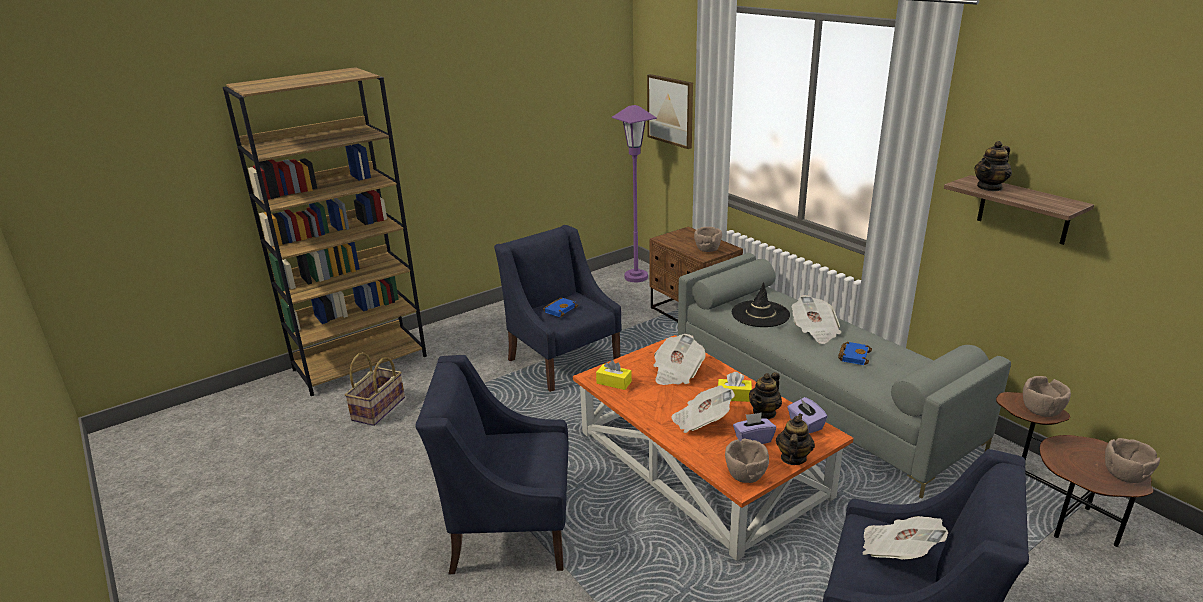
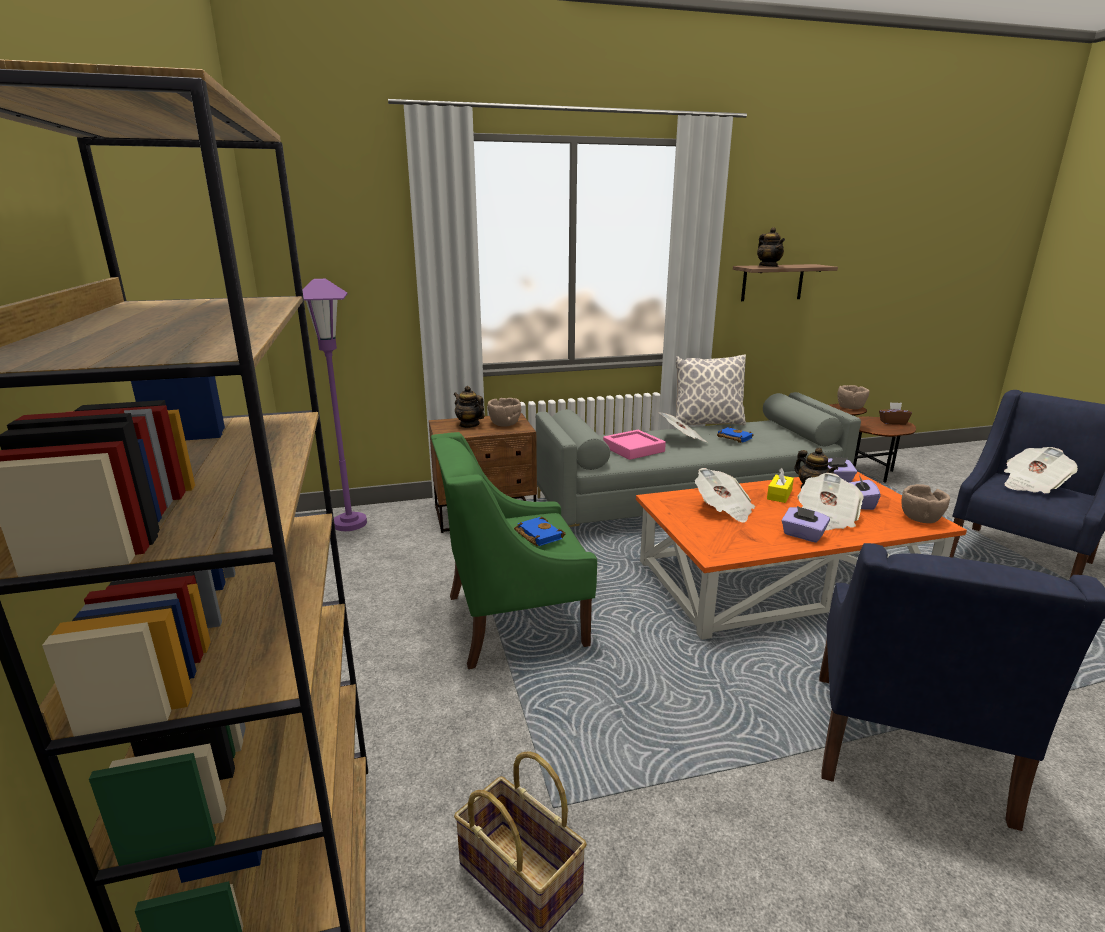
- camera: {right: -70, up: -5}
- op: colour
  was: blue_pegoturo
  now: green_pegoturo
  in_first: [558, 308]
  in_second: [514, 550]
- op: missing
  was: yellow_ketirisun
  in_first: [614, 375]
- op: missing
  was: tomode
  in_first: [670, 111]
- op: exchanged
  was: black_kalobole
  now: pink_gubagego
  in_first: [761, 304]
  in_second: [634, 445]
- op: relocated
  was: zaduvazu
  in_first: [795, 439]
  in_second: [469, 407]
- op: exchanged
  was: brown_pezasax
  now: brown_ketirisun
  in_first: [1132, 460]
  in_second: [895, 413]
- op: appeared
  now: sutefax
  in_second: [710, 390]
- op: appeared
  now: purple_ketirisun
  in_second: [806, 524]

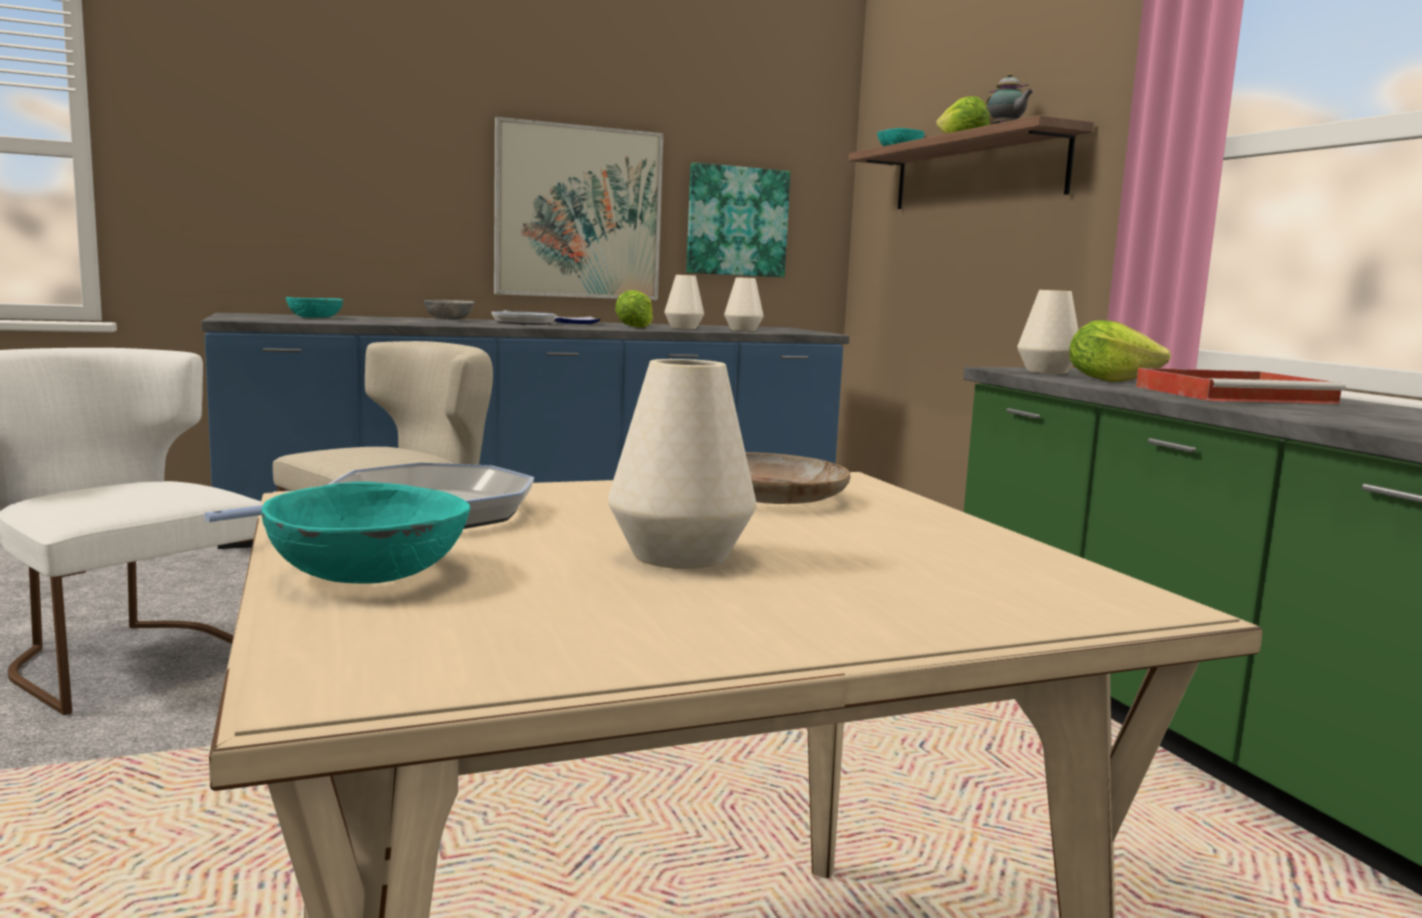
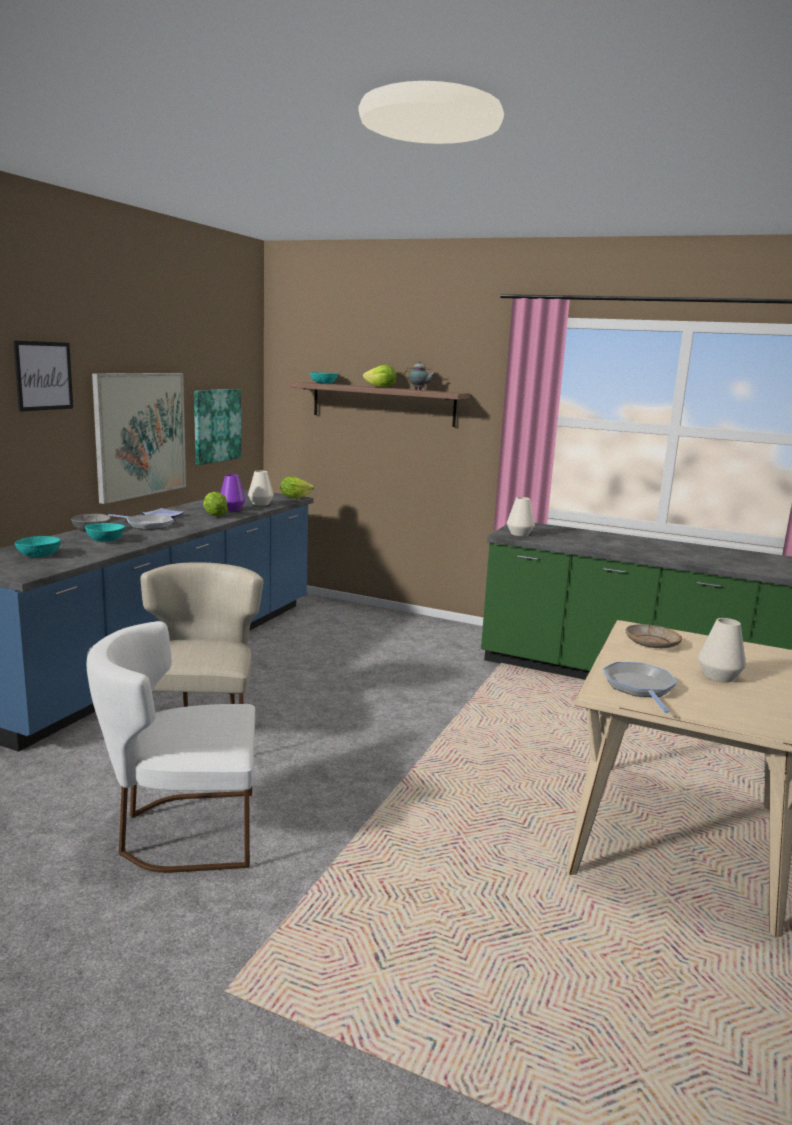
- camera: {right: -45, up: 5}
- op: relocated
  was: turquoise_pezasax
  in_first: [365, 532]
  in_second: [105, 532]
- op: colour
  was: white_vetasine
  now: purple_vetasine
  in_first: [684, 302]
  in_second: [233, 492]
- op: relocated
  was: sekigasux
  in_first: [1120, 351]
  in_second: [297, 487]
- op: missing
  was: red_gubagego
  in_first: [1241, 386]
- op: appeared
  now: tomode
  in_second: [43, 376]

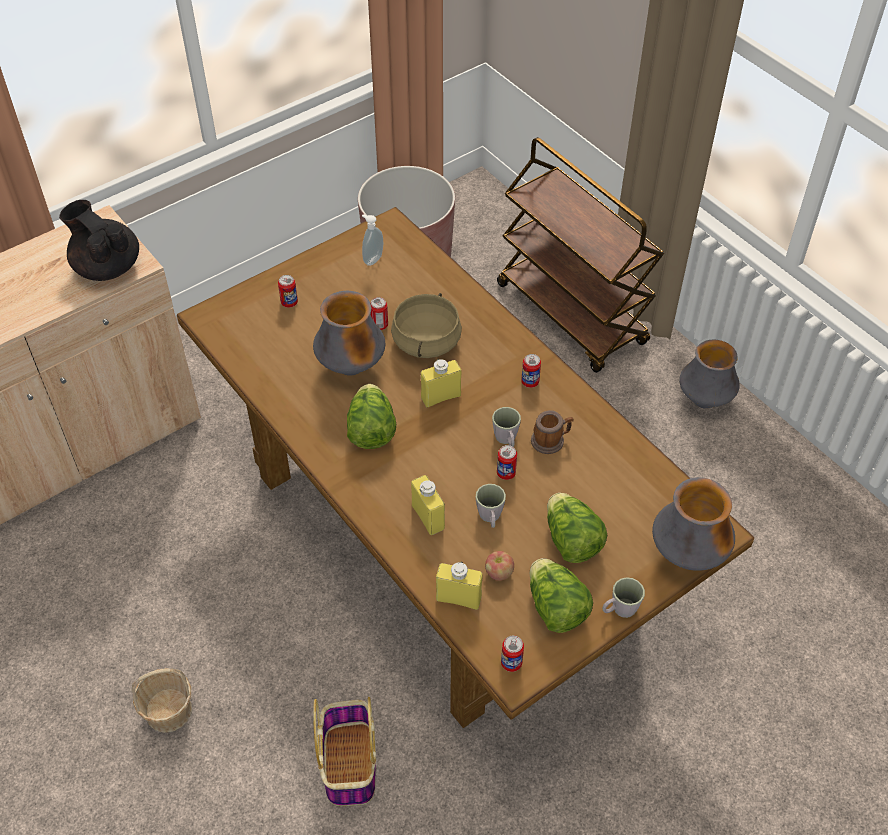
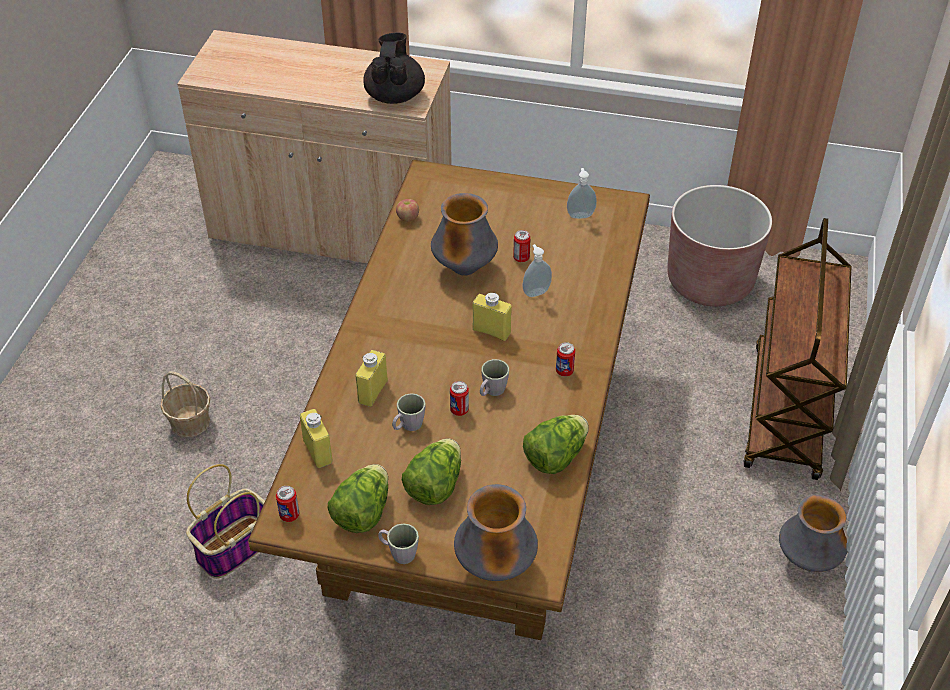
- camera: {right: 50, up: -5}
- op: missing
  was: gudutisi
  in_first: [288, 291]
- op: relocated
  was: sekigasux
  in_first: [371, 416]
  in_second: [556, 444]
- op: exchanged
  was: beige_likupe
  now: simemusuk
  in_first: [426, 325]
  in_second: [537, 270]
- op: relocated
  was: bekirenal
  in_first: [499, 566]
  in_second: [407, 210]
- op: missing
  was: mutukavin
  in_first: [552, 432]

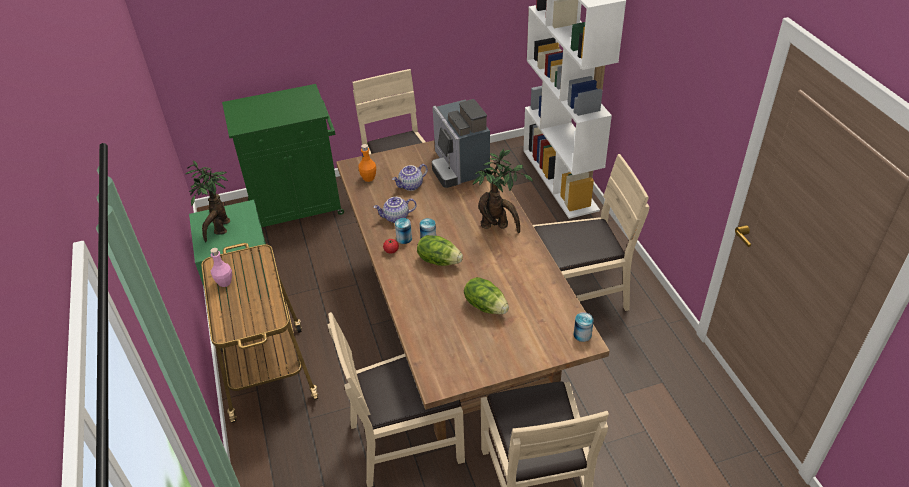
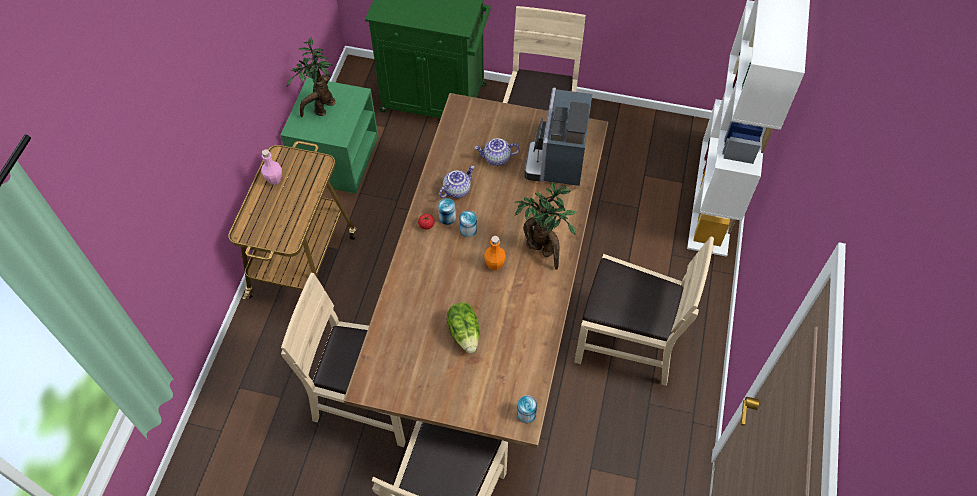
- camera: {right: 30, up: 15}
- op: relocated
  was: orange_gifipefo
  in_first: [367, 163]
  in_second: [495, 253]
- op: spun
  was: zaduvazu
  in_first: [395, 210]
  in_second: [457, 182]
  clockwise: 120
- op: missing
  was: sekigasux
  in_first: [440, 250]

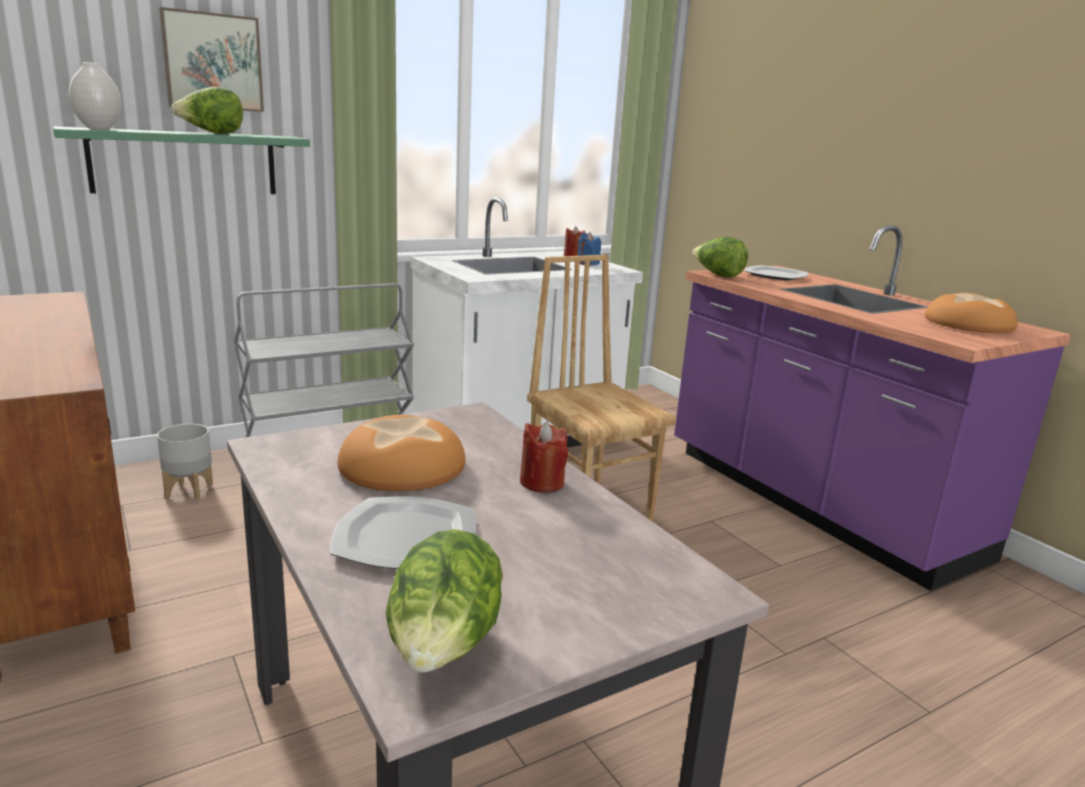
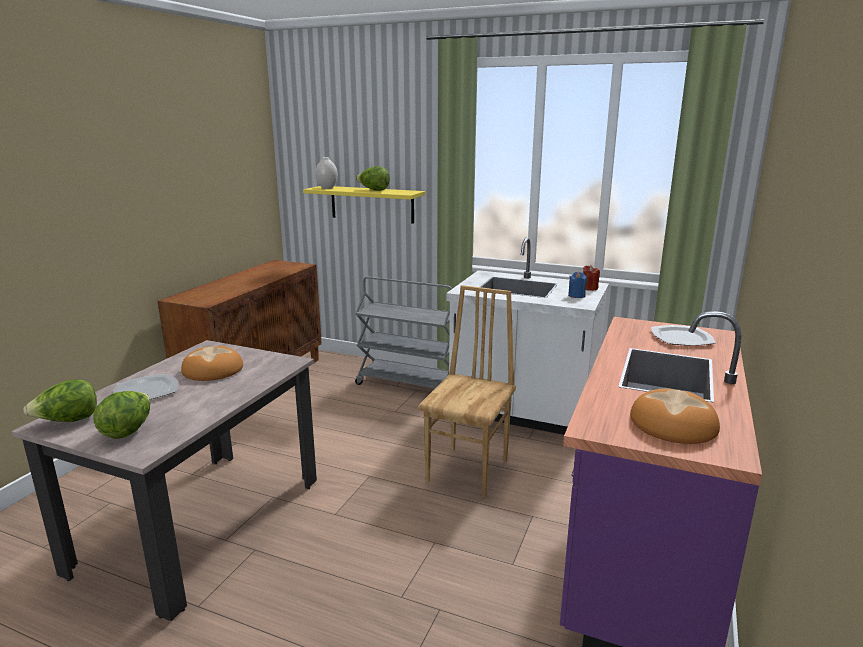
- camera: {right: 55, up: 0}
- op: colour
  was: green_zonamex
  now: yellow_zonamex
  in_first: [181, 160]
  in_second: [364, 205]
- op: missing
  was: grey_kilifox
  in_first: [185, 462]
- op: missing
  was: tomode
  in_first: [211, 59]
- op: missing
  was: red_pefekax
  in_first: [544, 457]
- op: relocated
  was: sekigasux
  in_first: [720, 257]
  in_second: [122, 415]

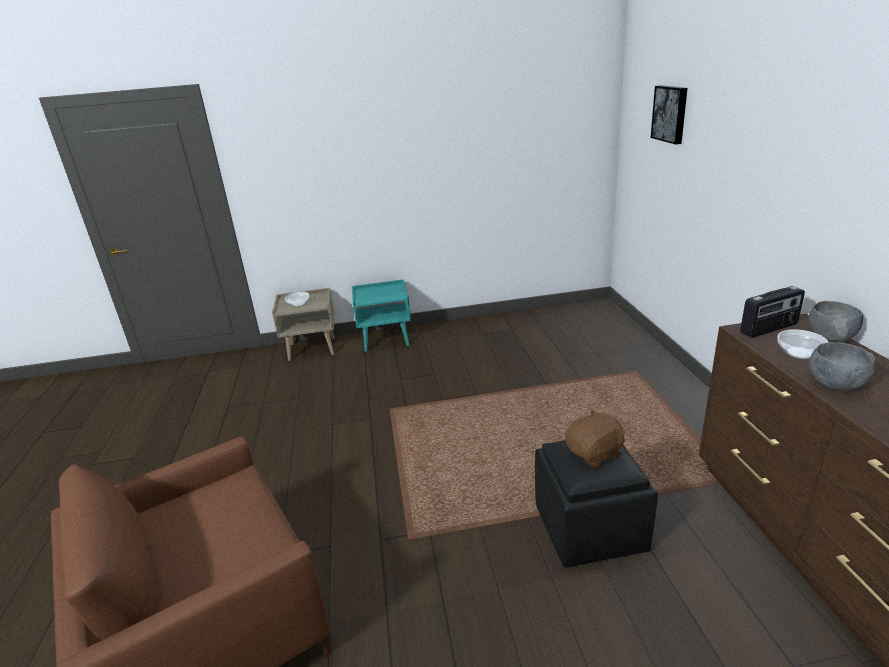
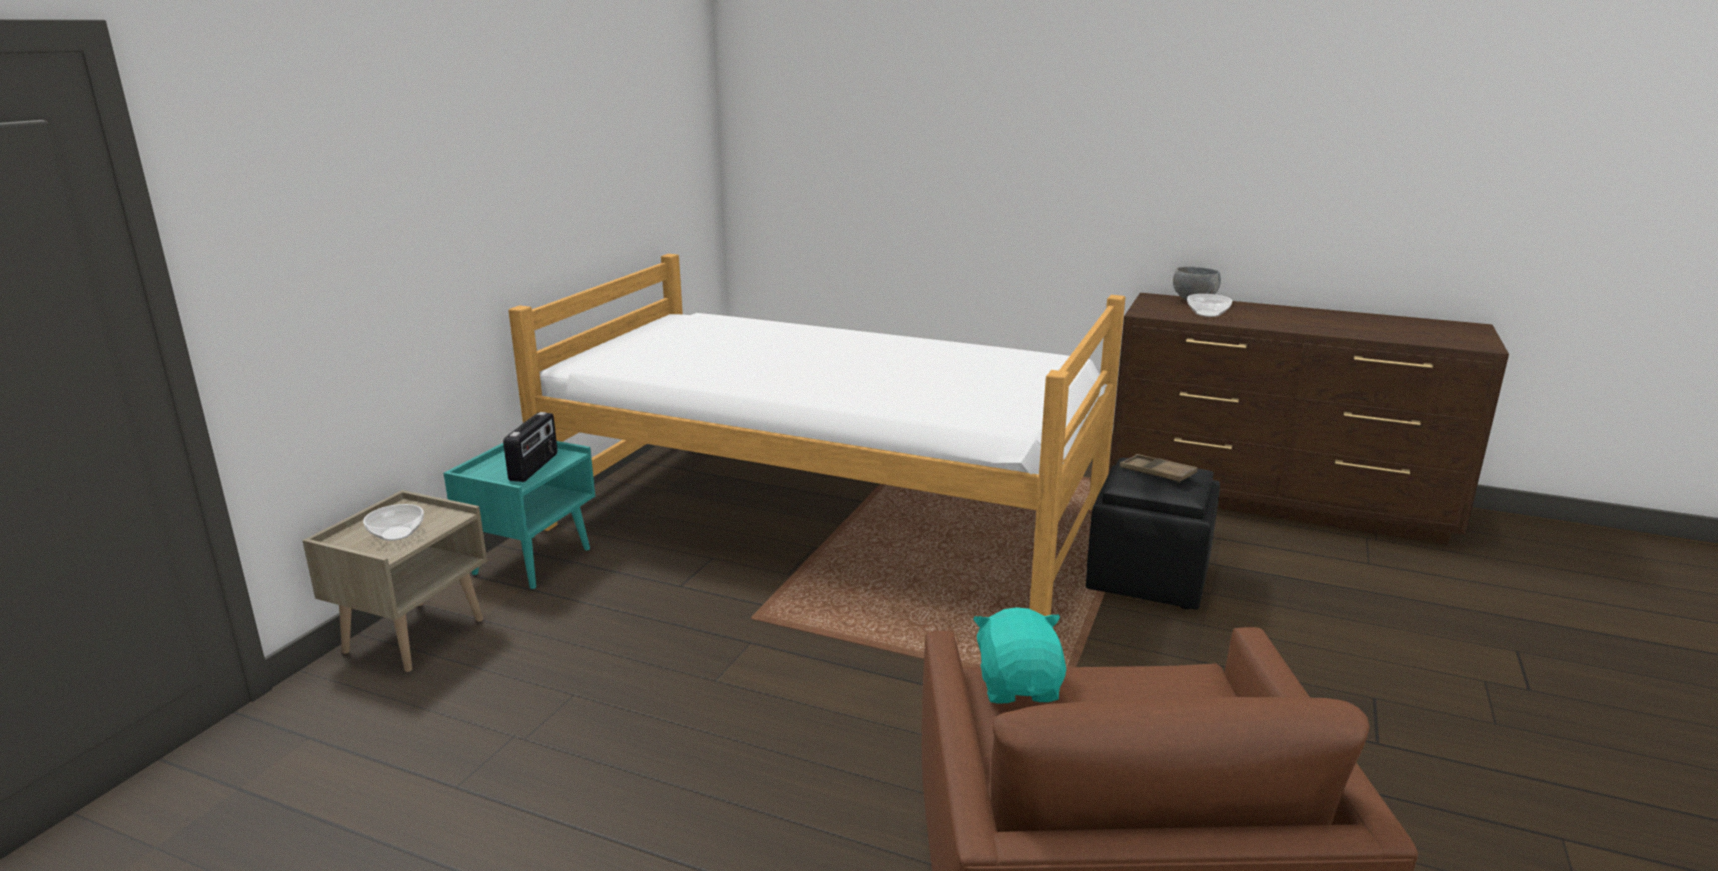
- camera: {right: -60, up: -5}
- op: exchanged
  was: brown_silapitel
  now: brown_gubagego
  in_first: [596, 439]
  in_second: [1158, 468]
- op: missing
  was: tomode
  in_first: [669, 115]
- op: relocated
  was: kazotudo
  in_first: [772, 312]
  in_second: [530, 447]
- op: missing
  was: grey_pezasax
  in_first: [842, 366]
- op: appeared
  now: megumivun
  in_second: [817, 435]
- op: appeared
  now: turquoise_silapitel
  in_second: [1019, 655]

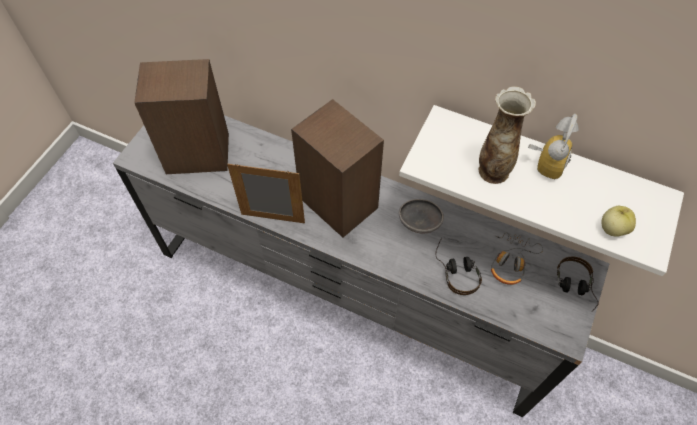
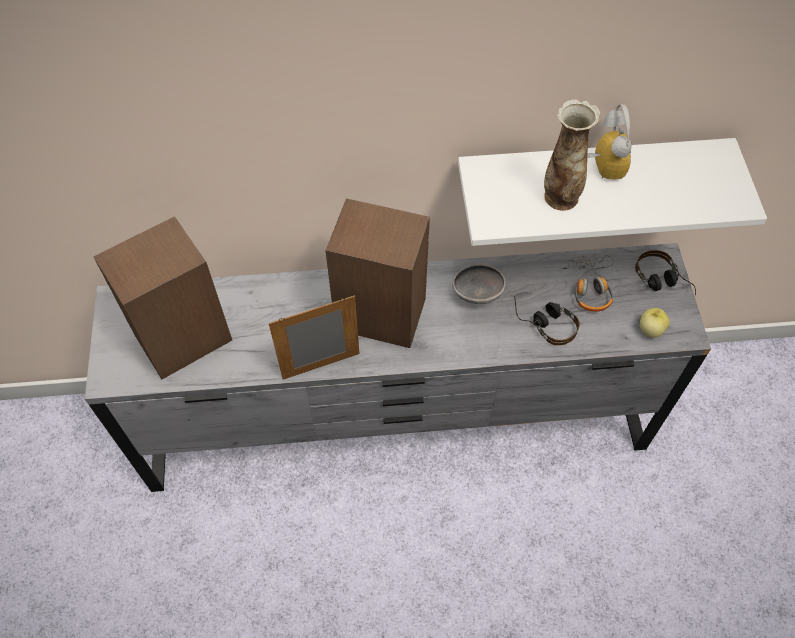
- camera: {right: -30, up: 0}
- op: relocated
  was: bekirenal
  in_first: [619, 221]
  in_second: [654, 323]

